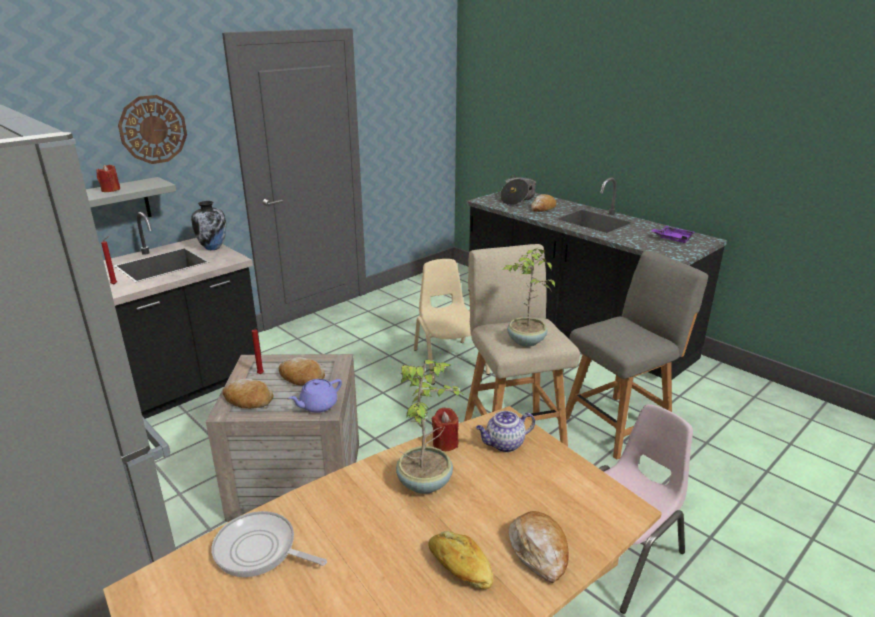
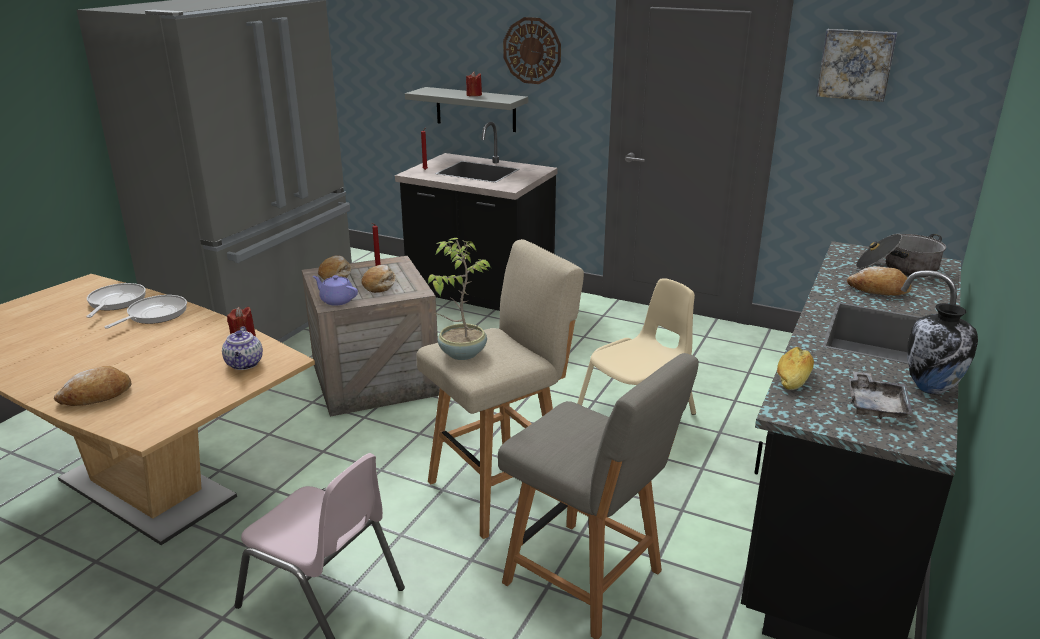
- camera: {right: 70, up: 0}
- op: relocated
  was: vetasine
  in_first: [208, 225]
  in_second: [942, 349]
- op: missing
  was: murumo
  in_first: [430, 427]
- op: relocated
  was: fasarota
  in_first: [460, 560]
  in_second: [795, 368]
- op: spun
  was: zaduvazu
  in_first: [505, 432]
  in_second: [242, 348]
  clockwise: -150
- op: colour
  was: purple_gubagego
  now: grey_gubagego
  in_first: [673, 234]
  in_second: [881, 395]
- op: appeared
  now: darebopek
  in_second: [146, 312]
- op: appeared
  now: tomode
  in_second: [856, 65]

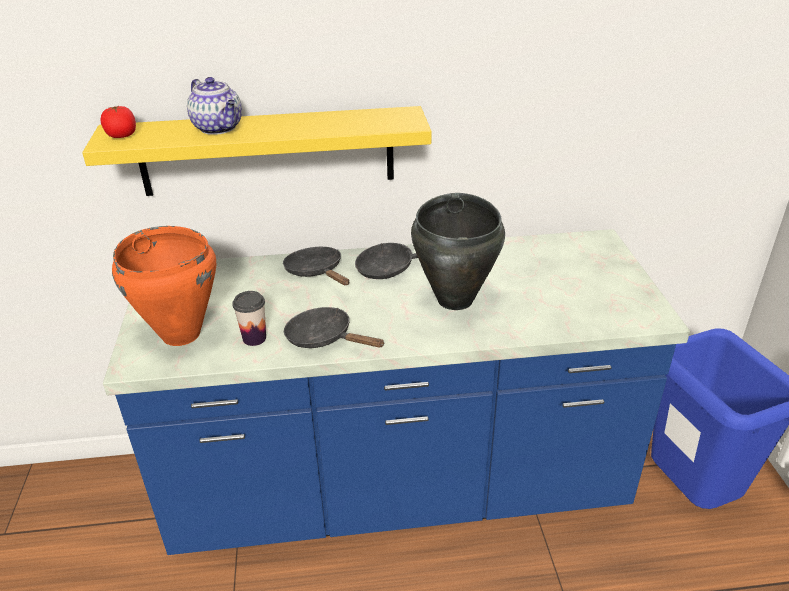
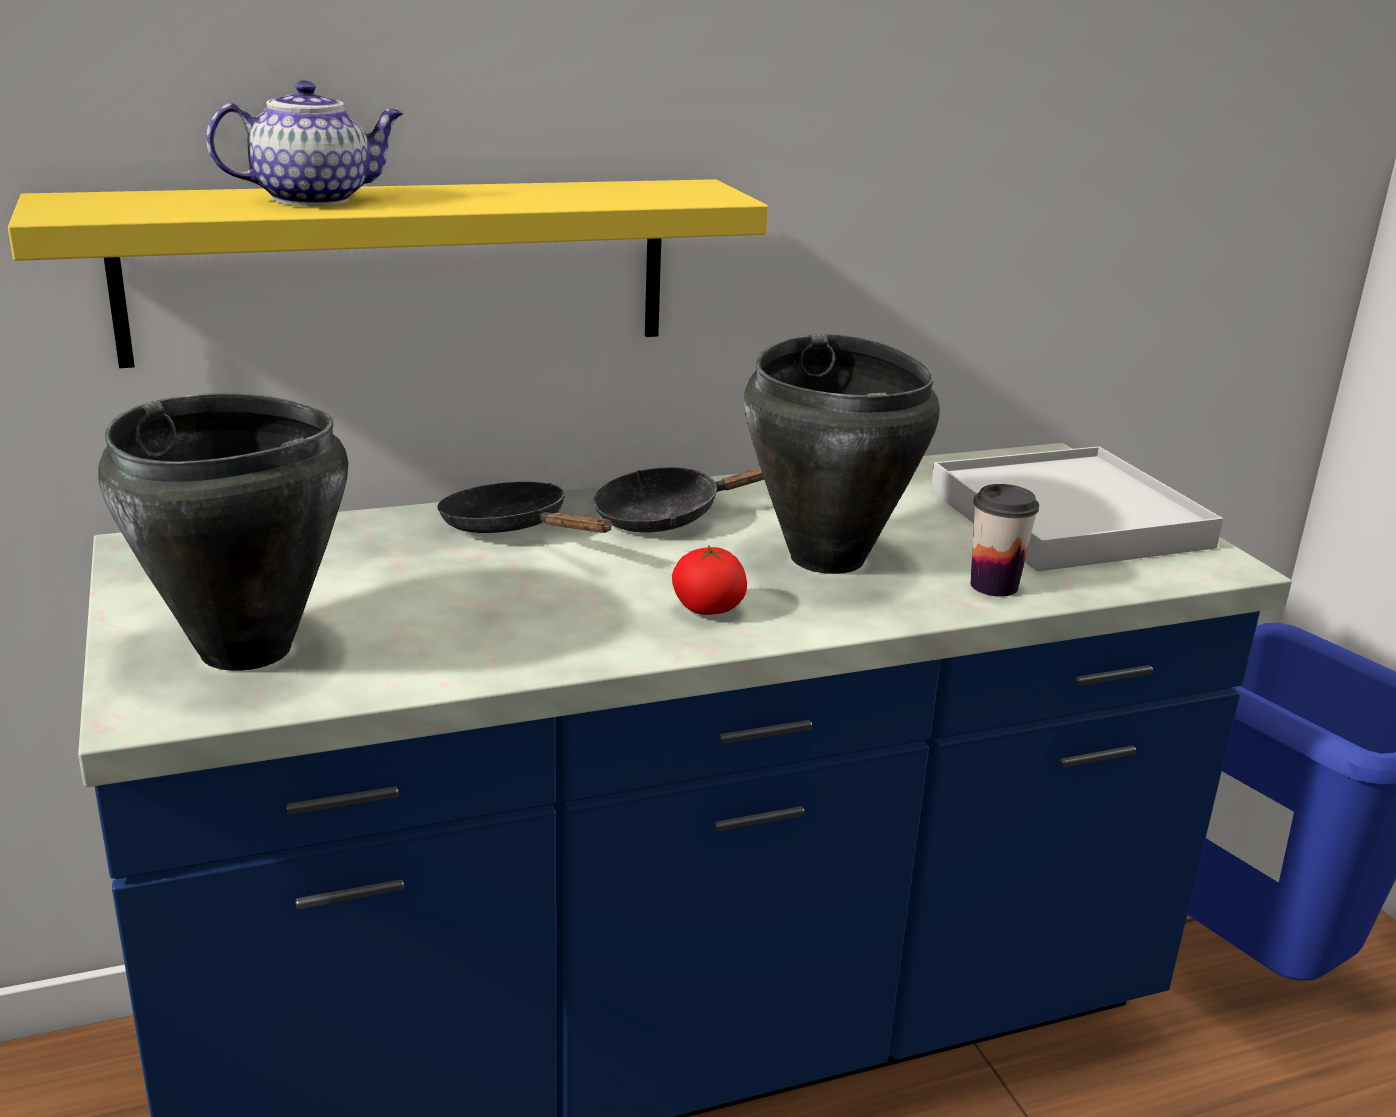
- camera: {right: -15, up: -10}
- op: relocated
  was: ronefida
  in_first: [118, 122]
  in_second: [709, 580]
- op: colour
  was: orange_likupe
  now: black_likupe
  in_first: [164, 286]
  in_second: [223, 532]
- op: spun
  was: zaduvazu
  in_first: [214, 106]
  in_second: [305, 143]
  clockwise: -60
- op: relocated
  was: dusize
  in_first: [249, 318]
  in_second: [1005, 540]
- op: missing
  was: black_darebopek
  in_first: [334, 327]
- op: appeared
  now: white_gubagego
  in_second: [1077, 508]

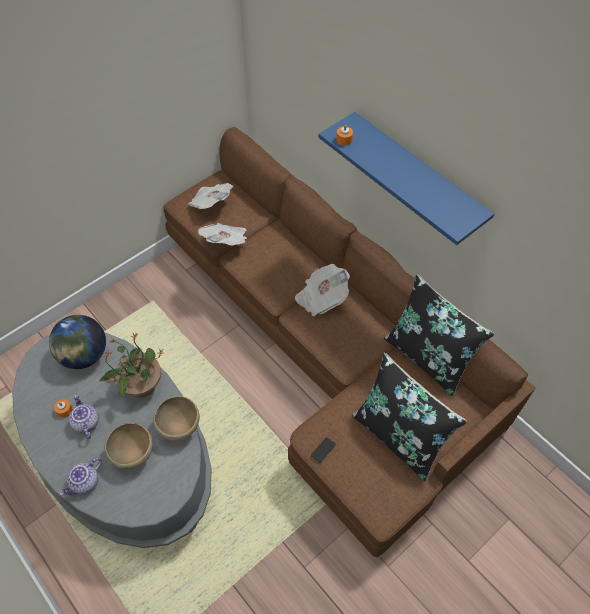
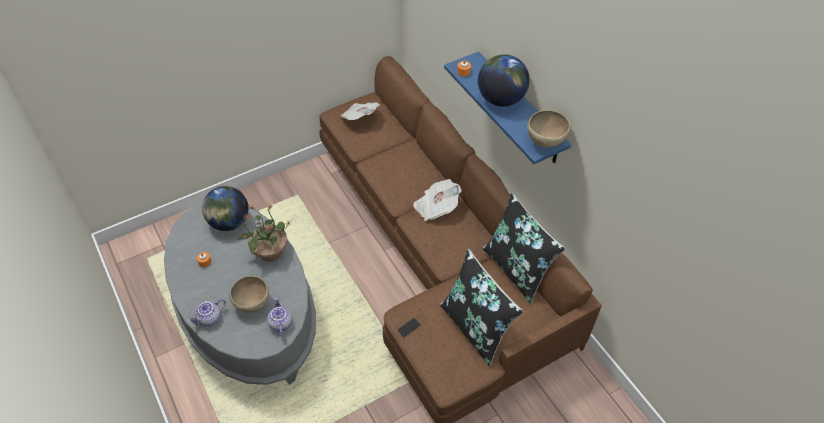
- camera: {right: 10, up: -5}
- op: relocated
  was: zaduvazu
  in_first: [84, 417]
  in_second: [279, 317]
- op: relocated
  was: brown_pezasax
  in_first: [176, 418]
  in_second: [549, 129]
- op: missing
  was: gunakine
  in_first: [222, 234]
- op: appeared
  now: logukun
  in_second: [503, 80]

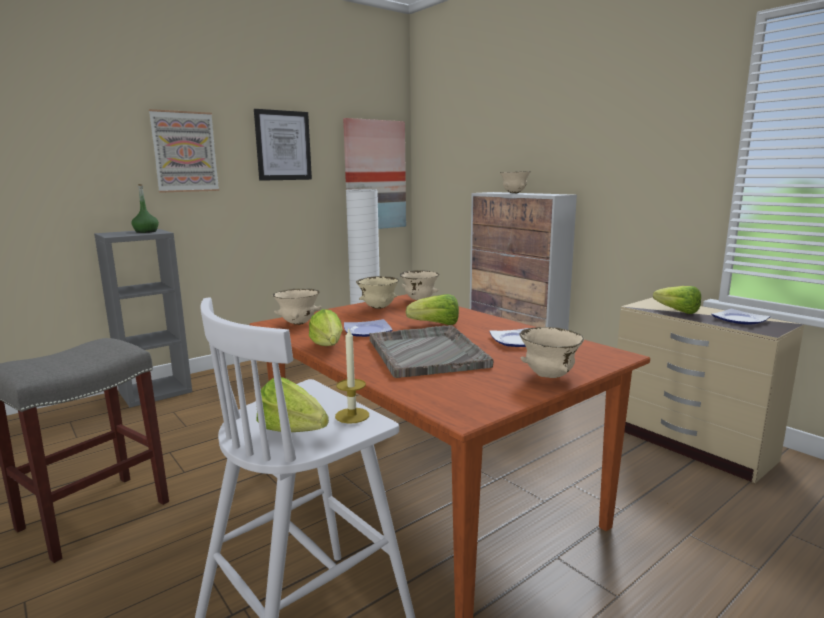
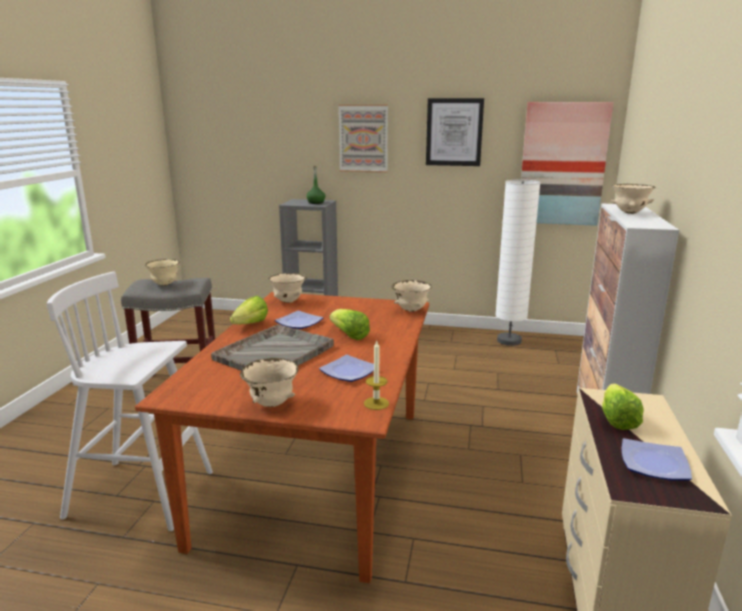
- camera: {right: 50, up: 5}
- op: missing
  was: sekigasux
  in_first: [292, 404]
- op: relocated
  was: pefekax
  in_first: [352, 376]
  in_second: [376, 375]
- op: relocated
  was: beige_pezasax
  in_first: [377, 292]
  in_second: [162, 272]

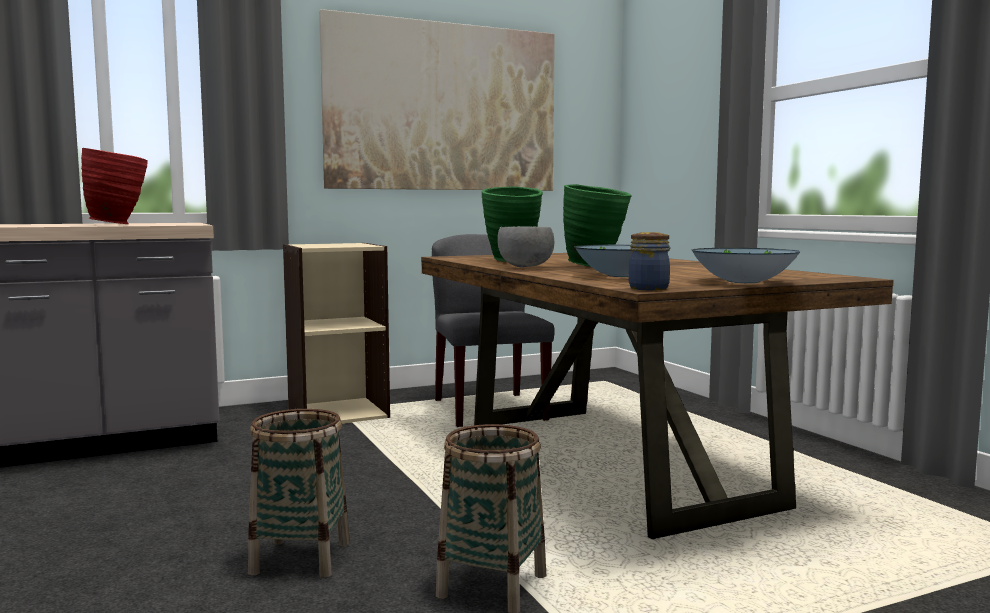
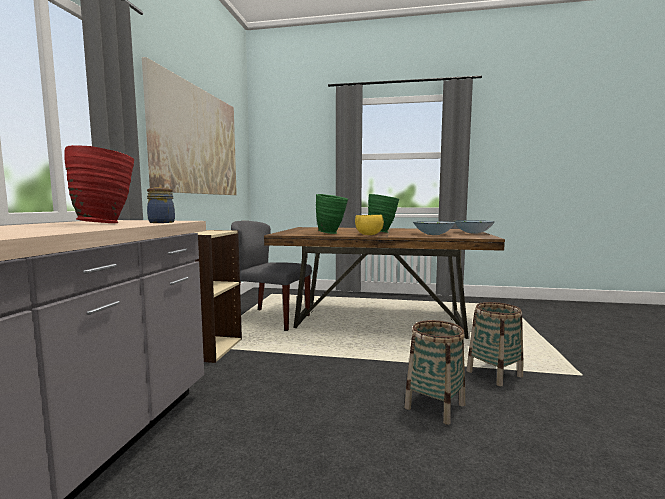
- camera: {right: -55, up: 0}
- op: colour
  was: grey_pezasax
  now: yellow_pezasax
  in_first: [525, 246]
  in_second: [369, 225]
- op: relocated
  was: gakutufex
  in_first: [649, 261]
  in_second: [161, 205]

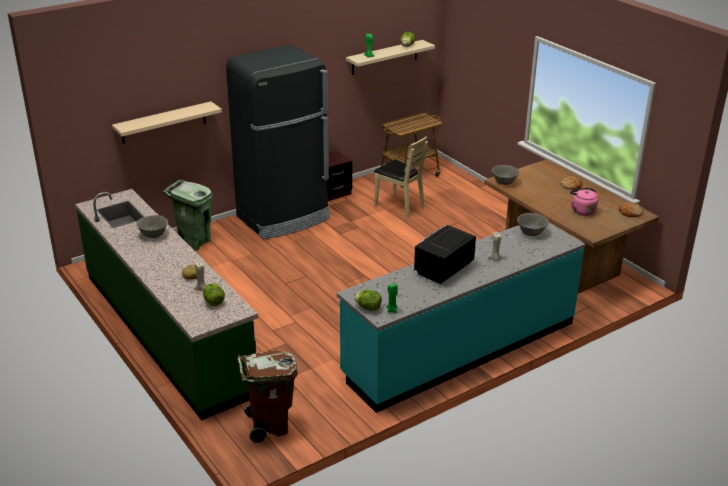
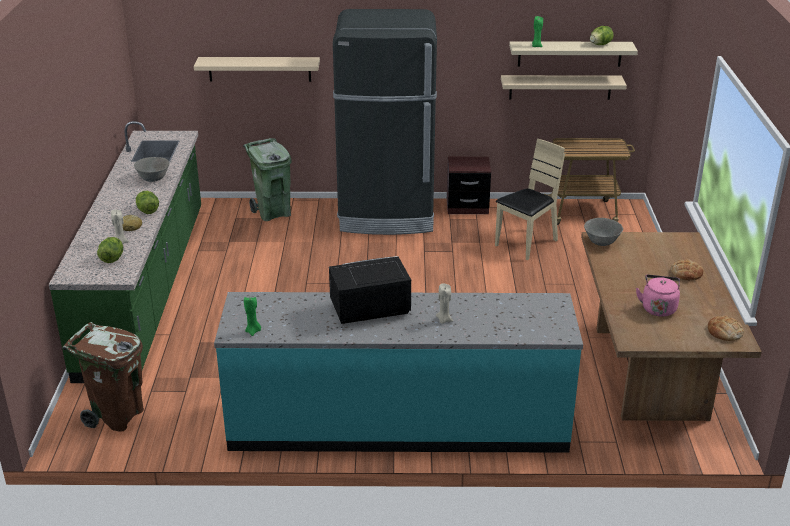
- camera: {right: 35, up: 0}
- op: relocated
  was: sekigasux
  in_first: [368, 300]
  in_second: [147, 202]
- op: spun
  was: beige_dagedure
  in_first: [401, 177]
  in_second: [530, 199]
  clockwise: -120
- op: missing
  was: grey_pezasax
  in_first: [533, 224]
- op: appeared
  now: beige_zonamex
  in_second: [564, 87]

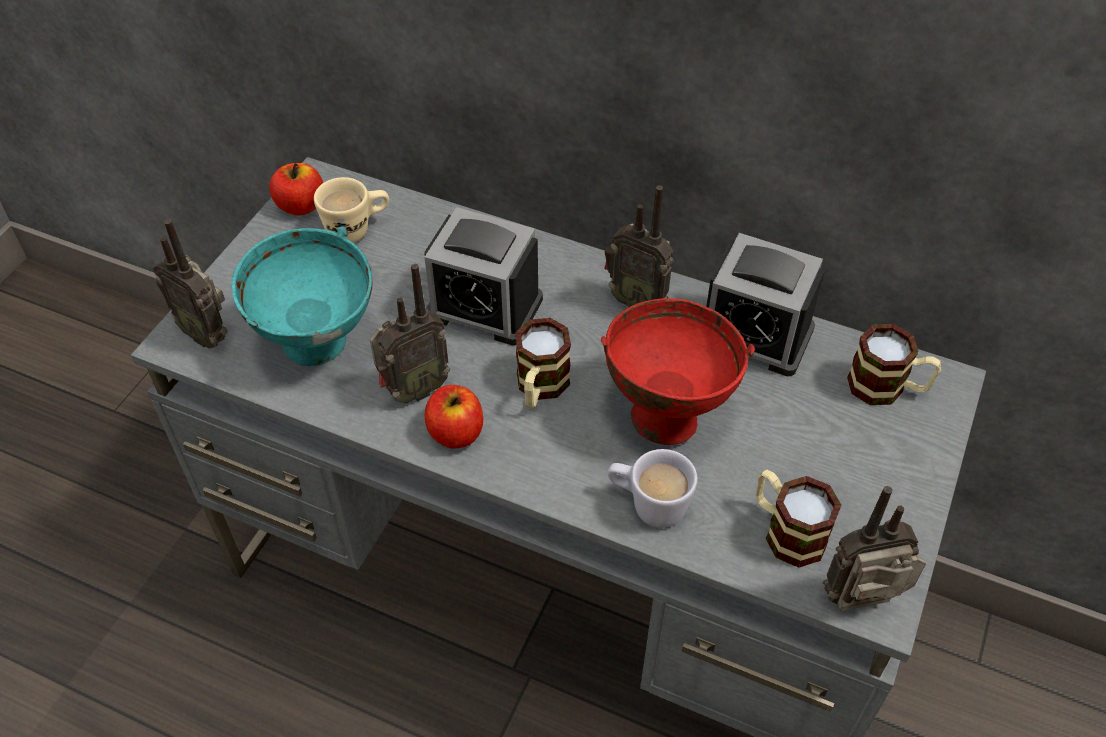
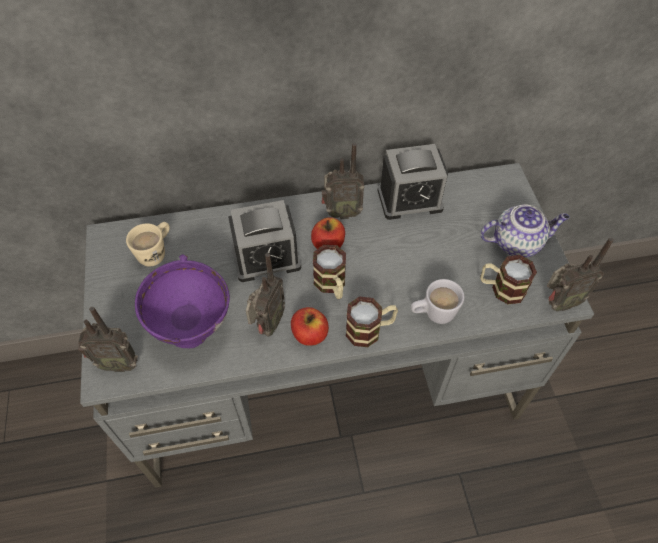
- camera: {right: -35, up: 5}
- op: colour
  was: turquoise_pezasax
  now: purple_pezasax
  in_first: [302, 296]
  in_second: [182, 301]
- op: relocated
  was: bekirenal
  in_first: [296, 189]
  in_second: [328, 233]
- op: missing
  was: red_pezasax
  in_first: [677, 371]
- op: spun
  was: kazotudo
  in_first: [874, 548]
  in_second: [580, 274]
  clockwise: -150
- op: relocated
  was: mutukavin
  in_first: [894, 364]
  in_second: [372, 322]
- op: appeared
  now: zaduvazu
  in_second: [524, 231]

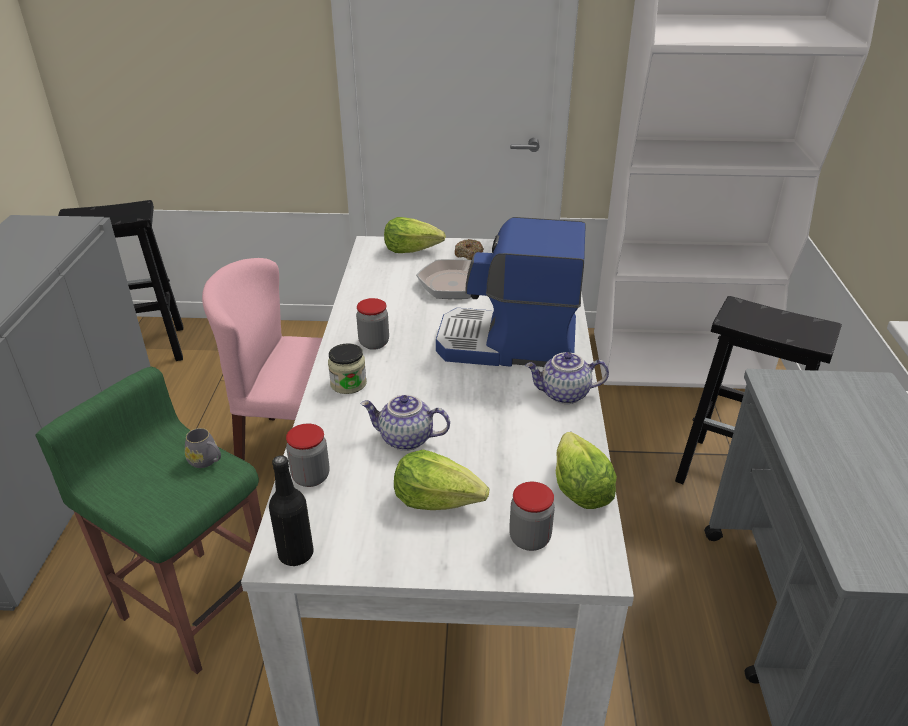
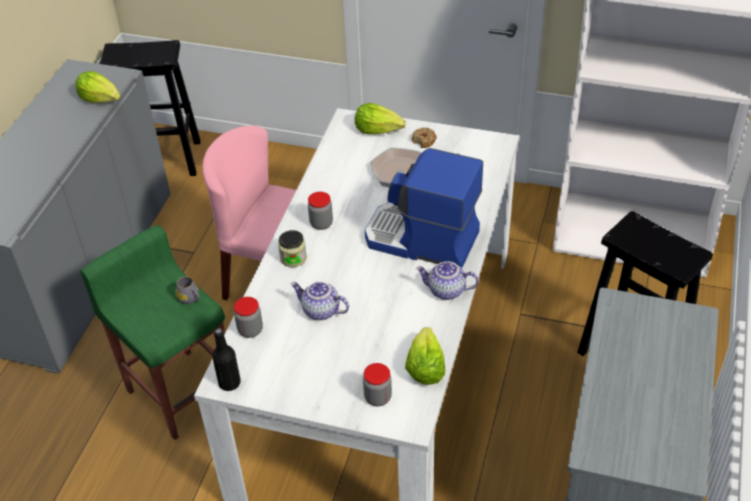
- camera: {right: 15, up: 10}
- op: relocated
  was: sekigasux
  in_first: [441, 480]
  in_second: [97, 87]

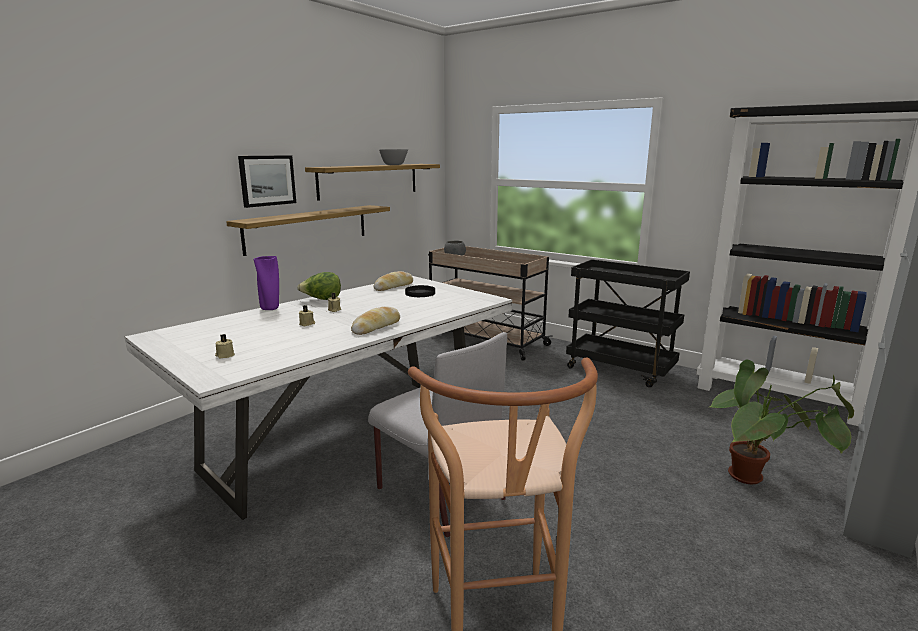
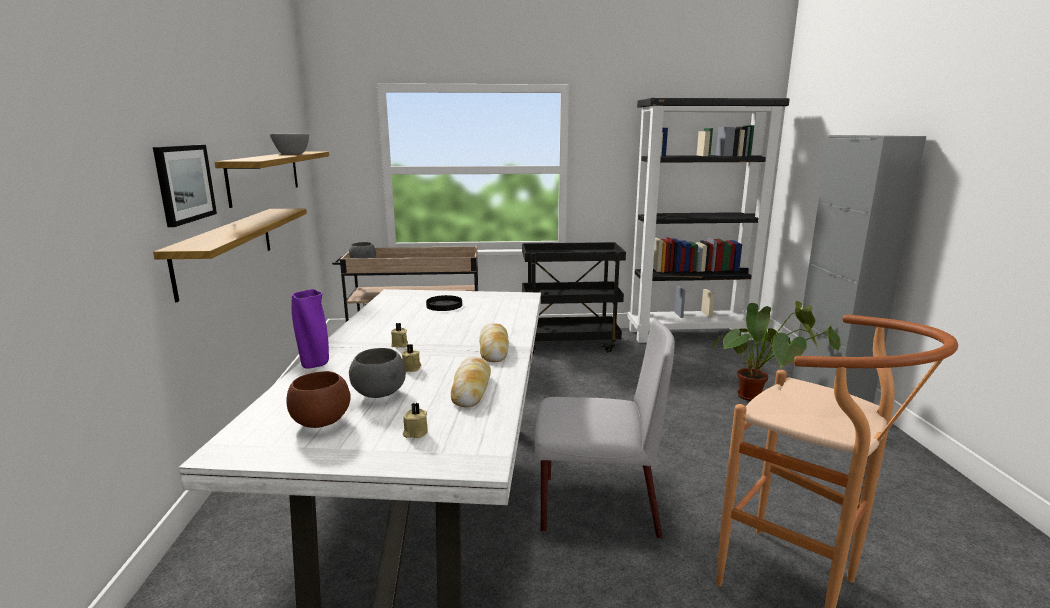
- camera: {right: -40, up: 0}
- op: missing
  was: sekigasux
  in_first: [319, 286]
- op: relocated
  was: fasarota
  in_first: [393, 281]
  in_second: [471, 382]
- op: appeared
  now: brown_pezasax
  in_second: [318, 399]
- op: appeared
  now: grey_pezasax
  in_second: [377, 373]

